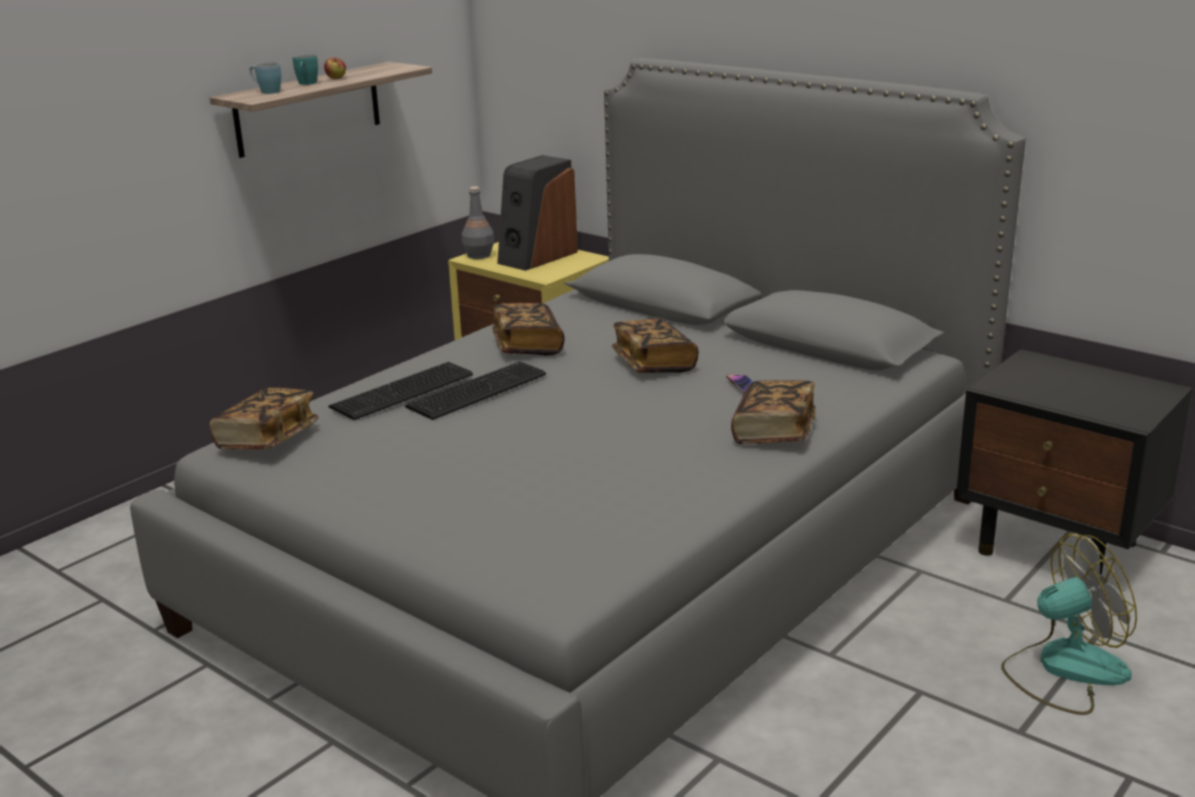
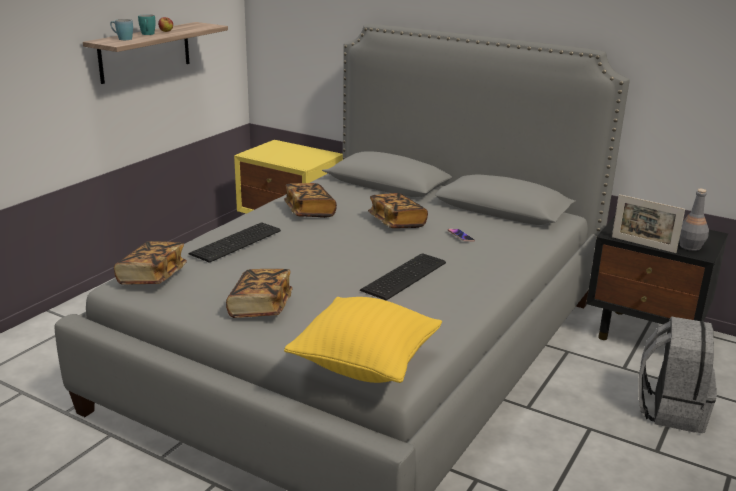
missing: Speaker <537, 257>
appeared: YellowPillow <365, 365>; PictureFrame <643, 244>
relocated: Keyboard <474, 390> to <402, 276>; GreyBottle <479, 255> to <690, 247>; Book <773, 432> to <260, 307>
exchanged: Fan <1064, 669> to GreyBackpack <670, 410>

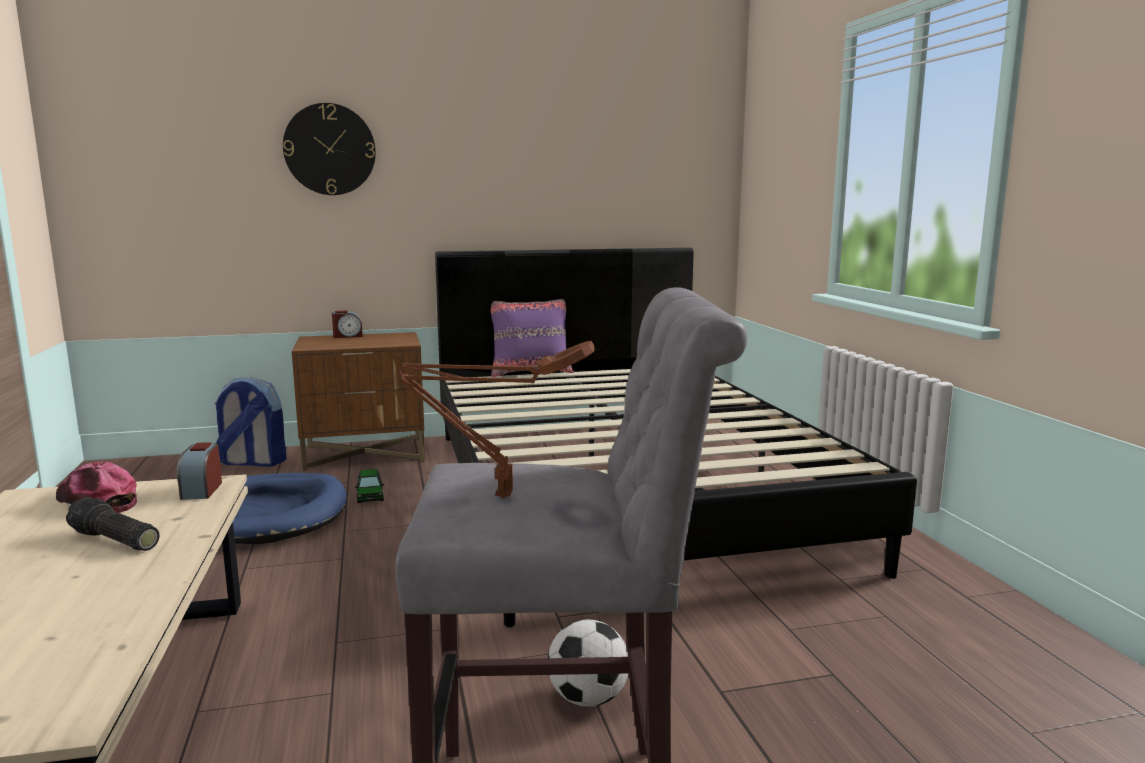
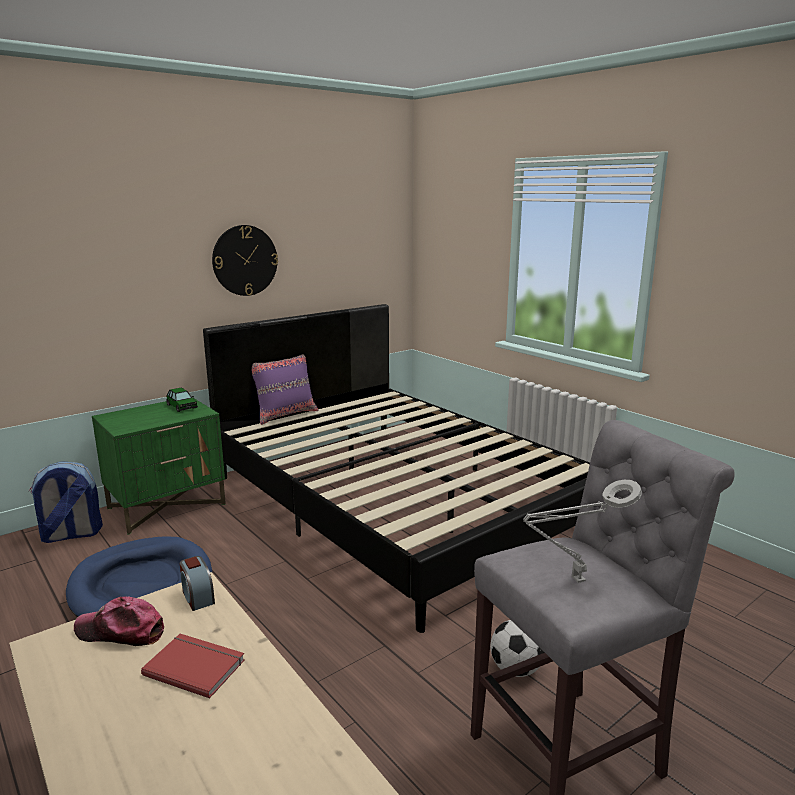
missing: AlarmClock <348, 336>
relocated: WallClock <329, 149> to <245, 260>; ToyCar <370, 496> to <182, 406>
exchanged: Flashlight <113, 541> to RedBook <195, 666>
colour: BrownNightstand <365, 454> to GreenNightstand <167, 506>; BrownTableLamp <497, 495> to GreyTableLamp <574, 581>

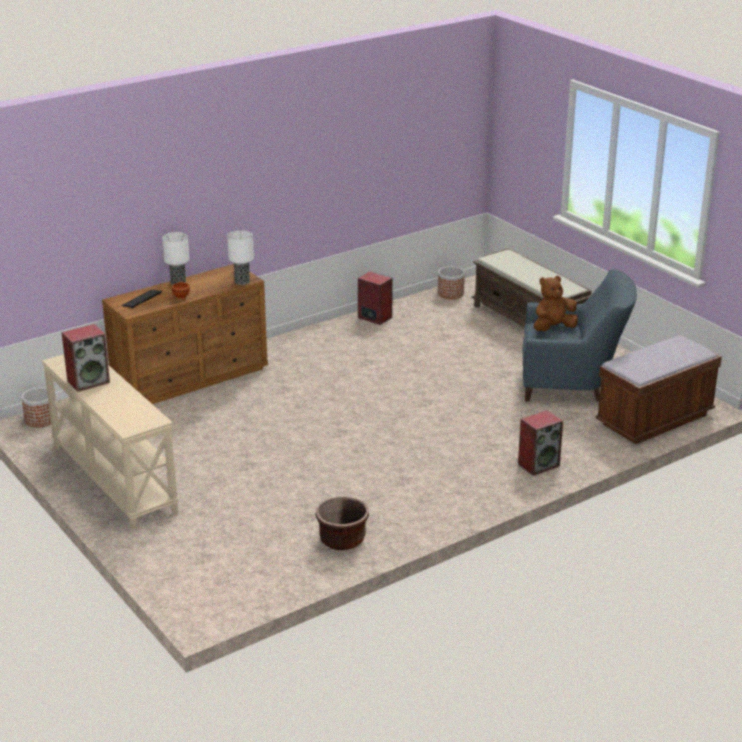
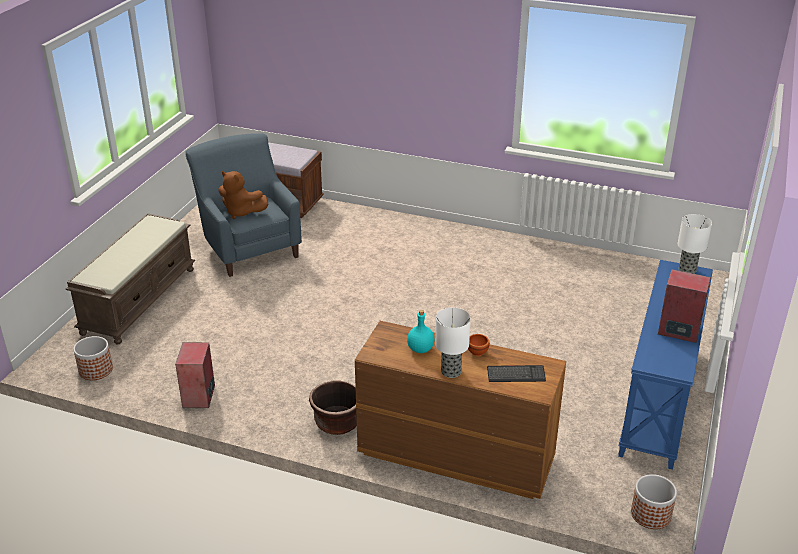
missing: Speaker <538, 464>
appeared: TurquoiseBottle <421, 349>
relocated: TableLamp <241, 282> to <687, 270>; BrownPlanter <342, 540> to <337, 423>
colour: BeigeConsoleTable <112, 479> to BlueConsoleTable <659, 401>

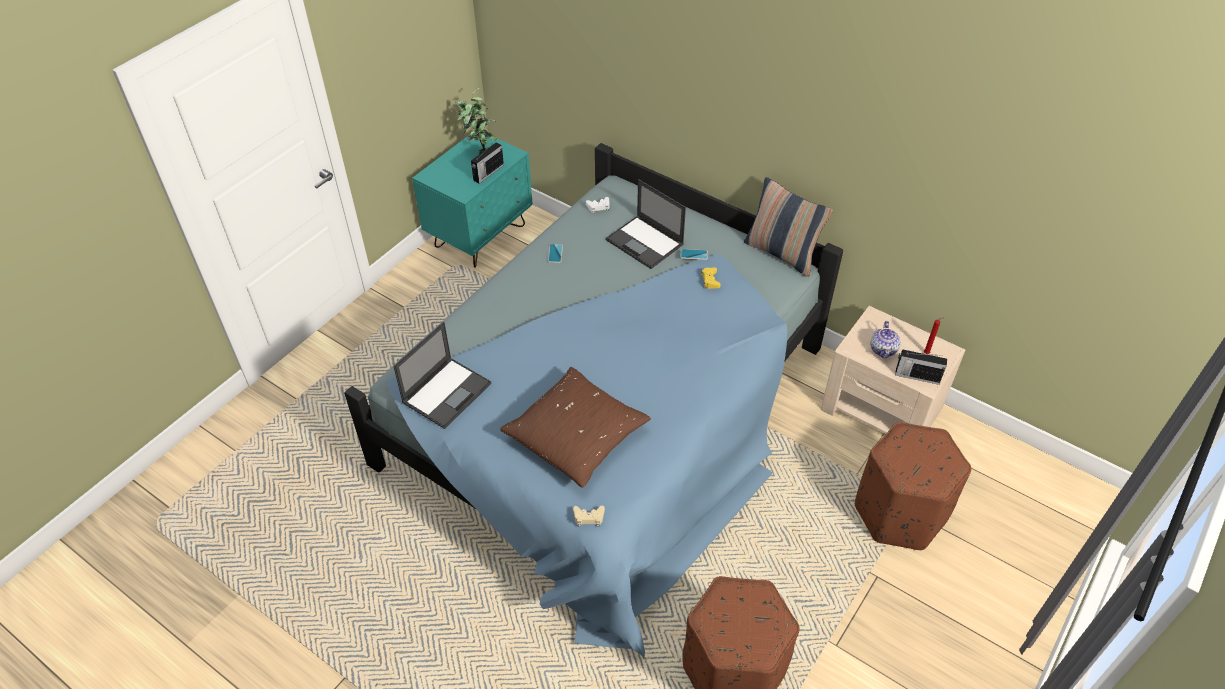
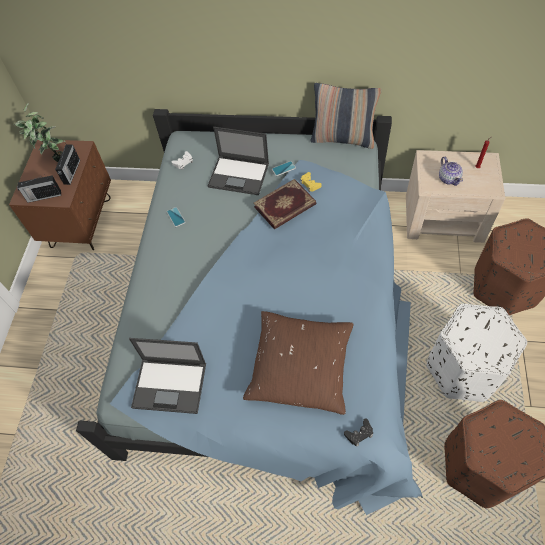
appeared: Book <285, 206>; WhiteOttoman <464, 369>
relocated: Radio <916, 376> to <43, 196>
colour: TurquoiseNightstand <480, 236> to BrownNightstand <81, 222>; BeigeGameController <588, 517> to BlackGameController <359, 434>
spun: Laptop <447, 392> = <171, 385> 90 degrees clockwise

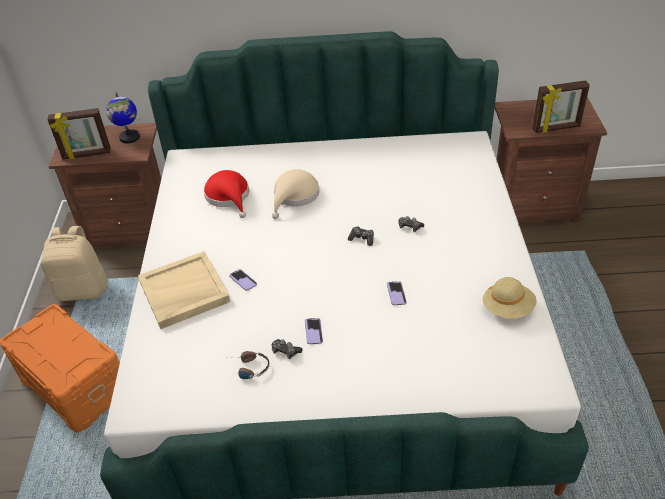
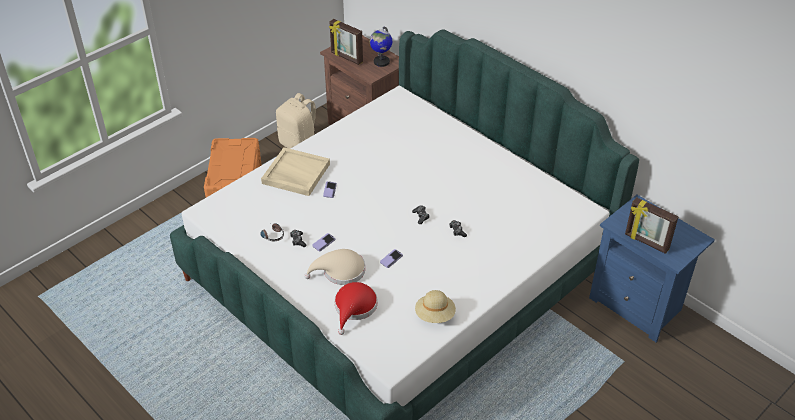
relocated: RedHat <229, 196> to <354, 308>; BeigeHat <295, 196> to <340, 272>
colour: BrownNightstand <532, 206> to BlueNightstand <638, 305>

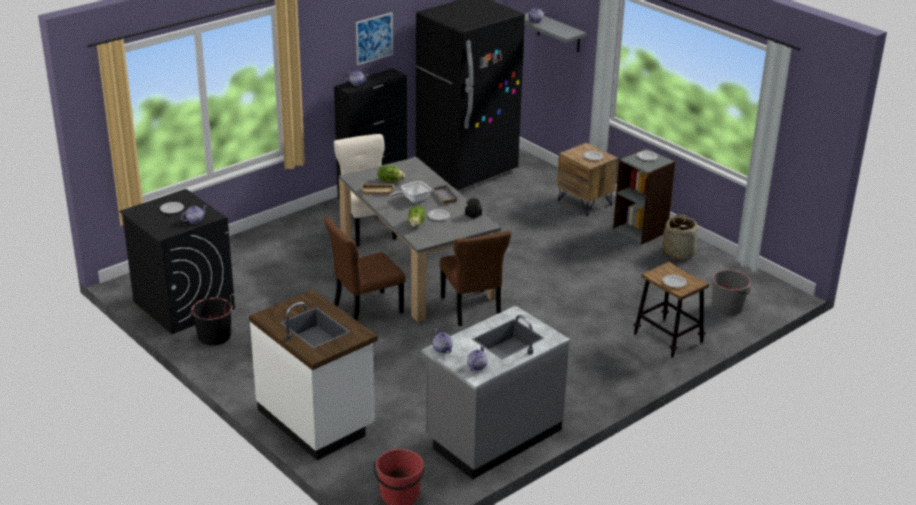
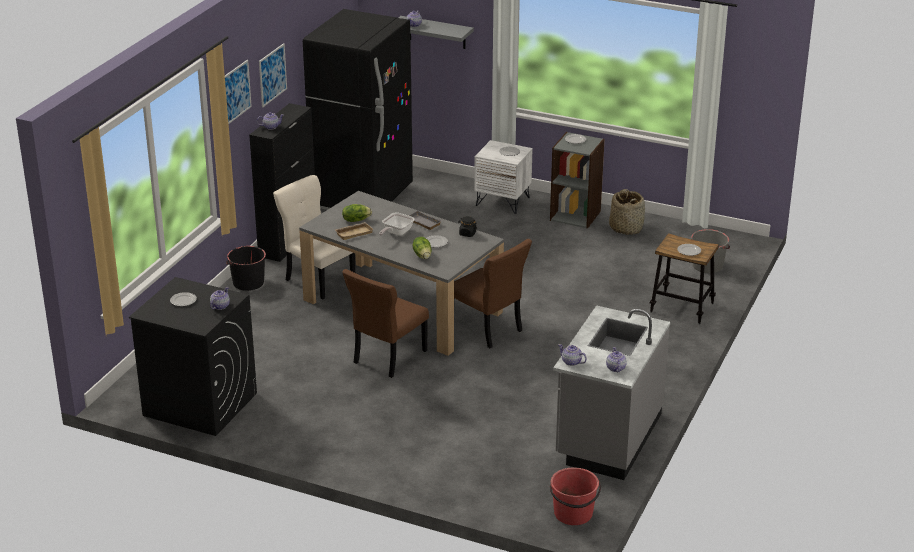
missing: WhiteCounter <317, 419>
appeared: Picture <235, 92>
relocated: BlackBucket <214, 336> to <248, 282>
colour: BrownNightstand <585, 203> to WhiteNightstand <503, 201>

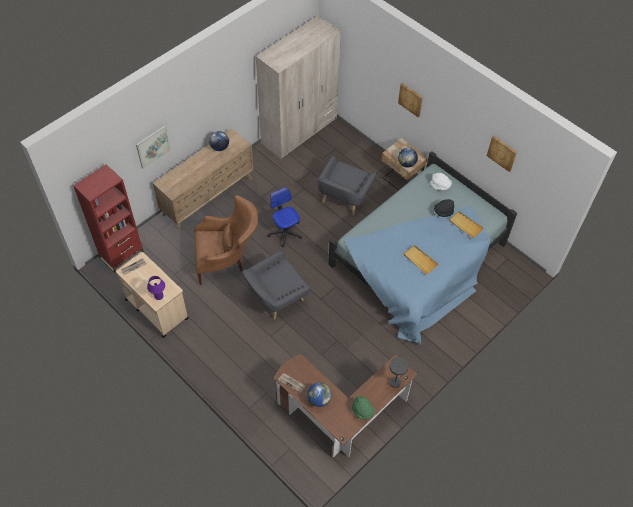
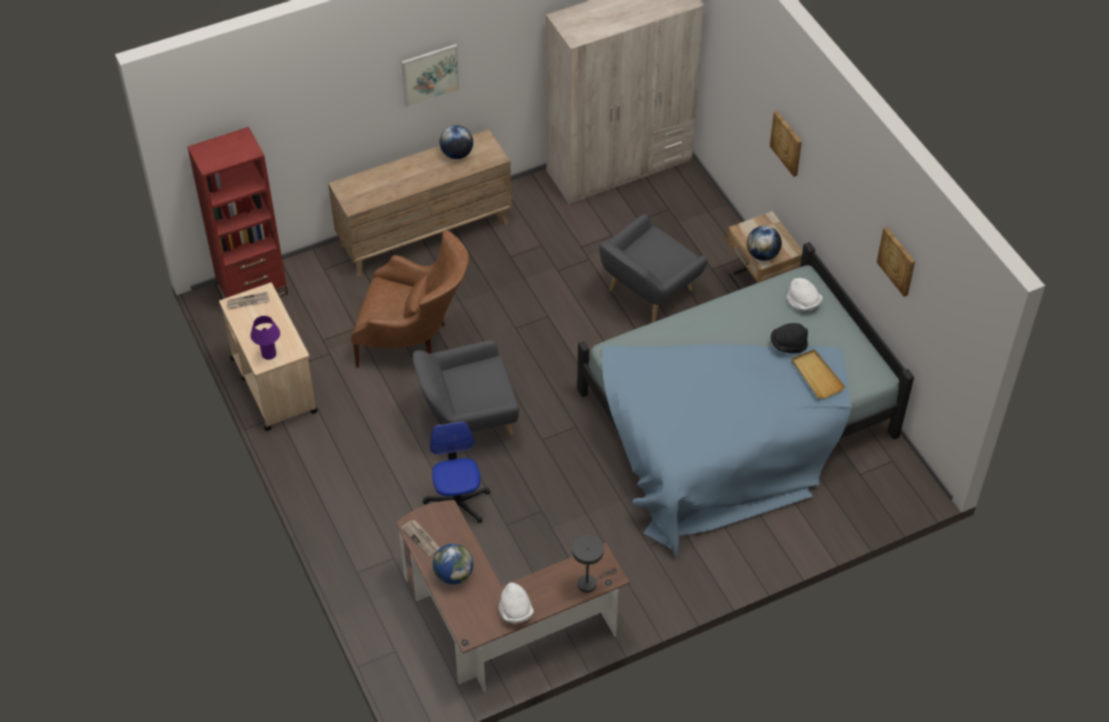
missing: BeigeTray <420, 260>
relocated: Picture <153, 146> to <430, 74>; OfficeChair <285, 232> to <457, 504>
colour: GreenHat <362, 411> to WhiteHat <515, 611>

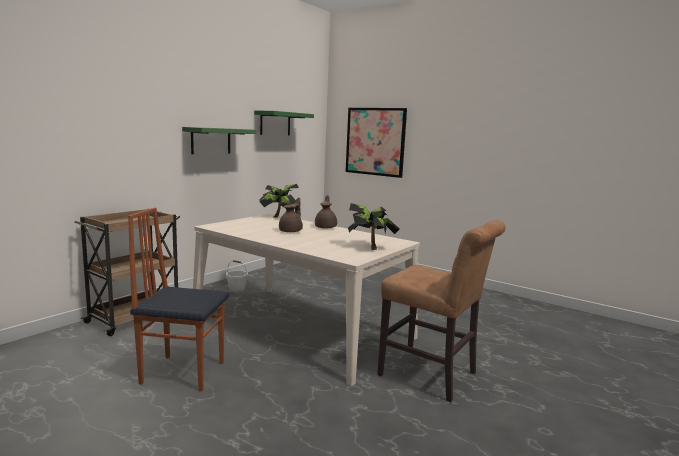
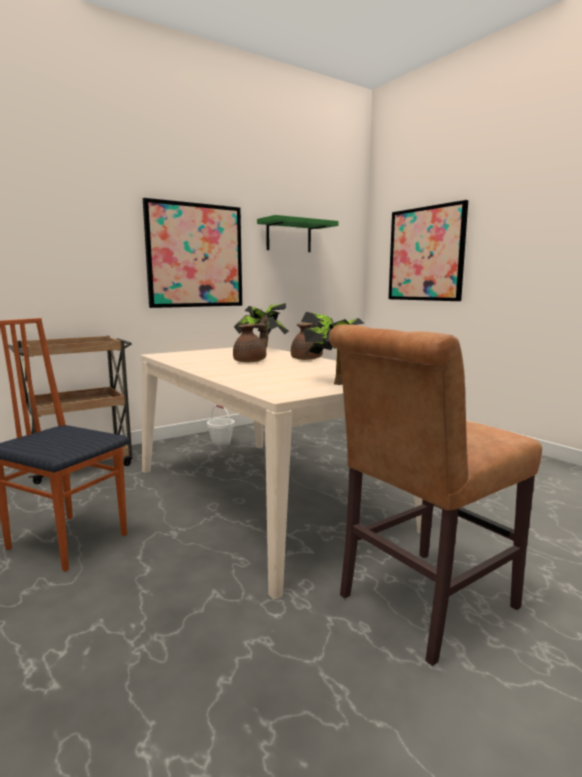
exchanged: GreenShelf <211, 140> to Picture <195, 256>
spun: BrownChair <432, 376> = <420, 605> 90 degrees clockwise

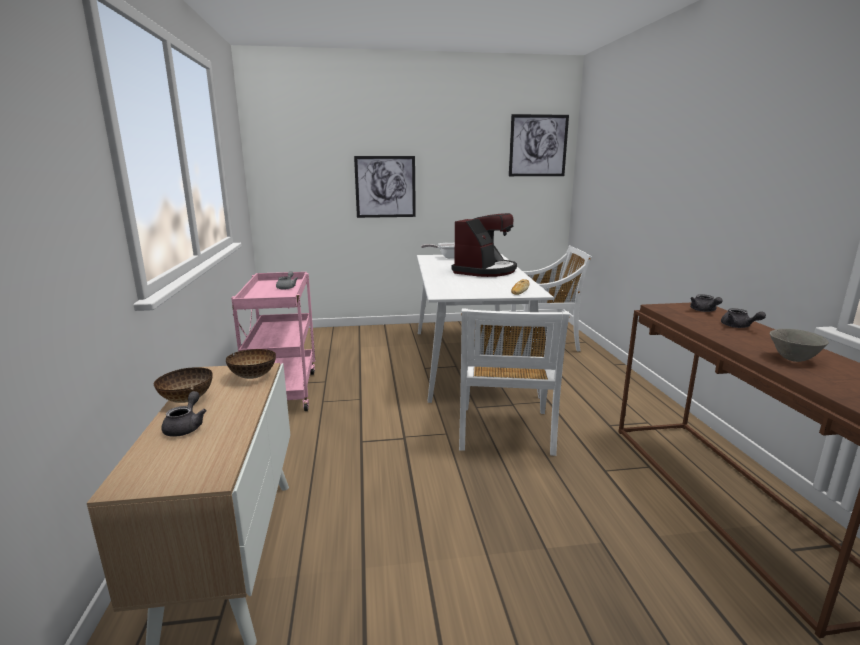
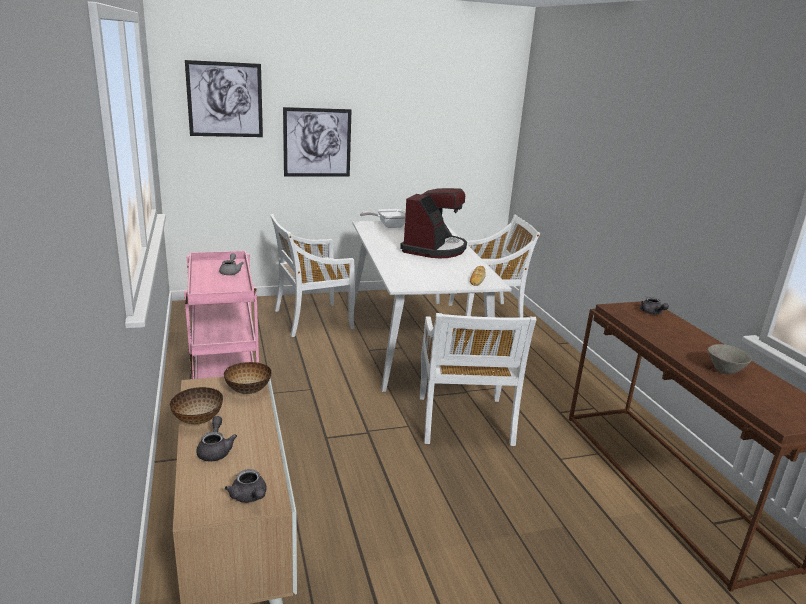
appeared: WhiteChair <311, 320>
relocated: Picture <538, 145> to <225, 99>; GreyTeapot <738, 326> to <249, 497>

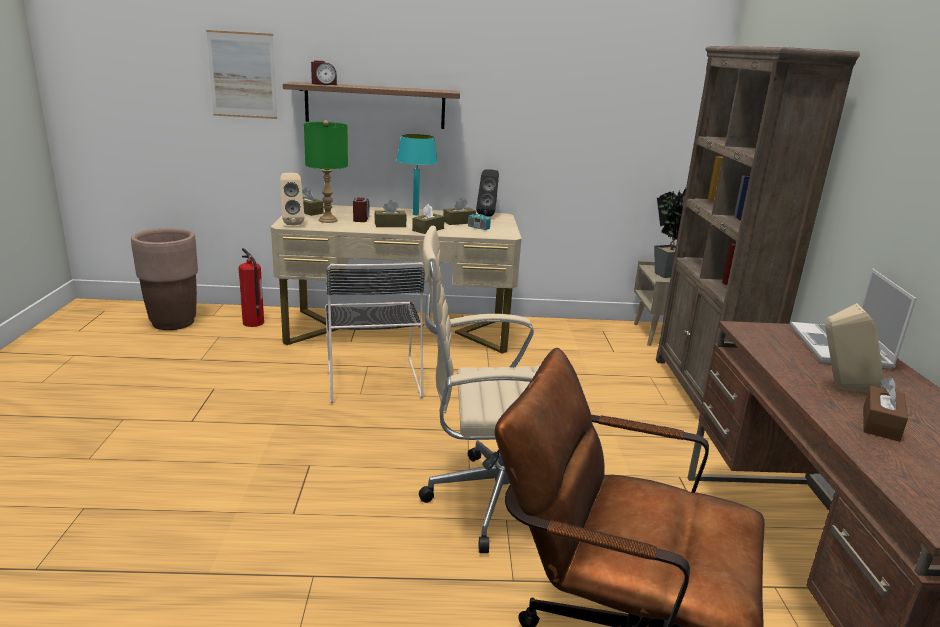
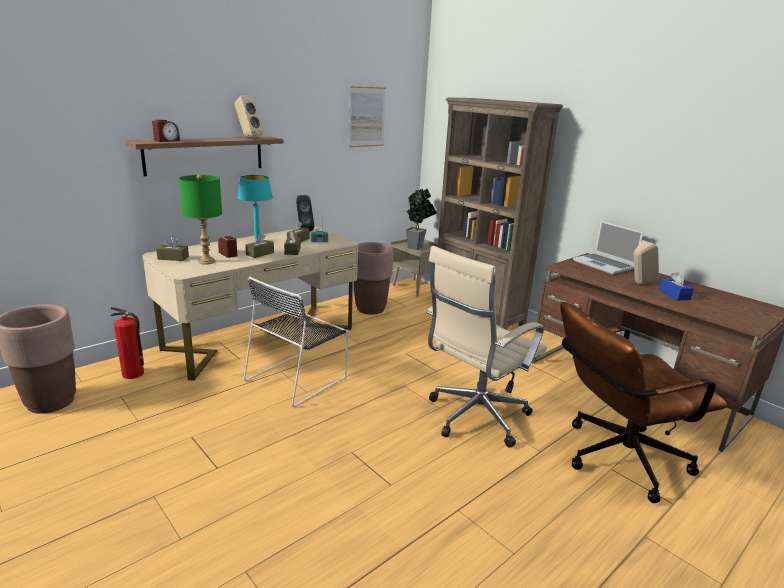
appeared: BrownPlanter <370, 309>
relocated: Picture <242, 75> to <366, 117>; BeigeSpeaker <292, 223> to <248, 137>
colour: BrownTissueBox <880, 423> to BlueTissueBox <674, 294>
spun: BlackChair <373, 378> = <298, 378> 90 degrees clockwise

